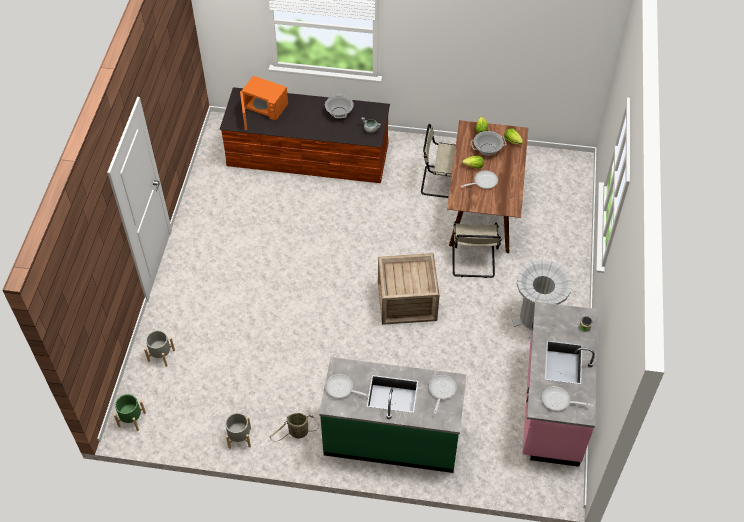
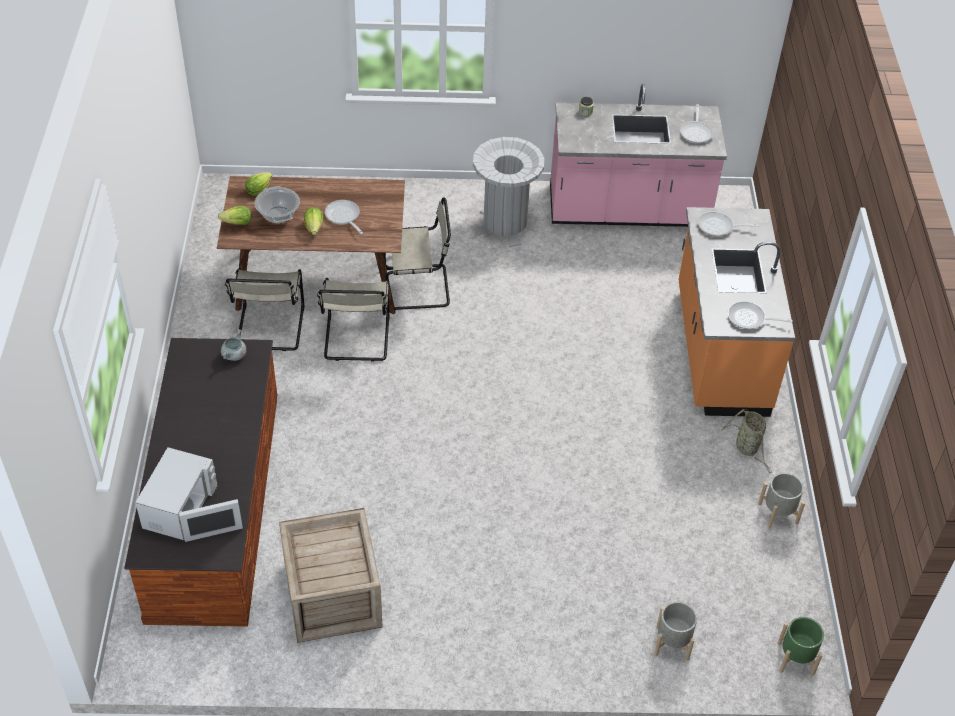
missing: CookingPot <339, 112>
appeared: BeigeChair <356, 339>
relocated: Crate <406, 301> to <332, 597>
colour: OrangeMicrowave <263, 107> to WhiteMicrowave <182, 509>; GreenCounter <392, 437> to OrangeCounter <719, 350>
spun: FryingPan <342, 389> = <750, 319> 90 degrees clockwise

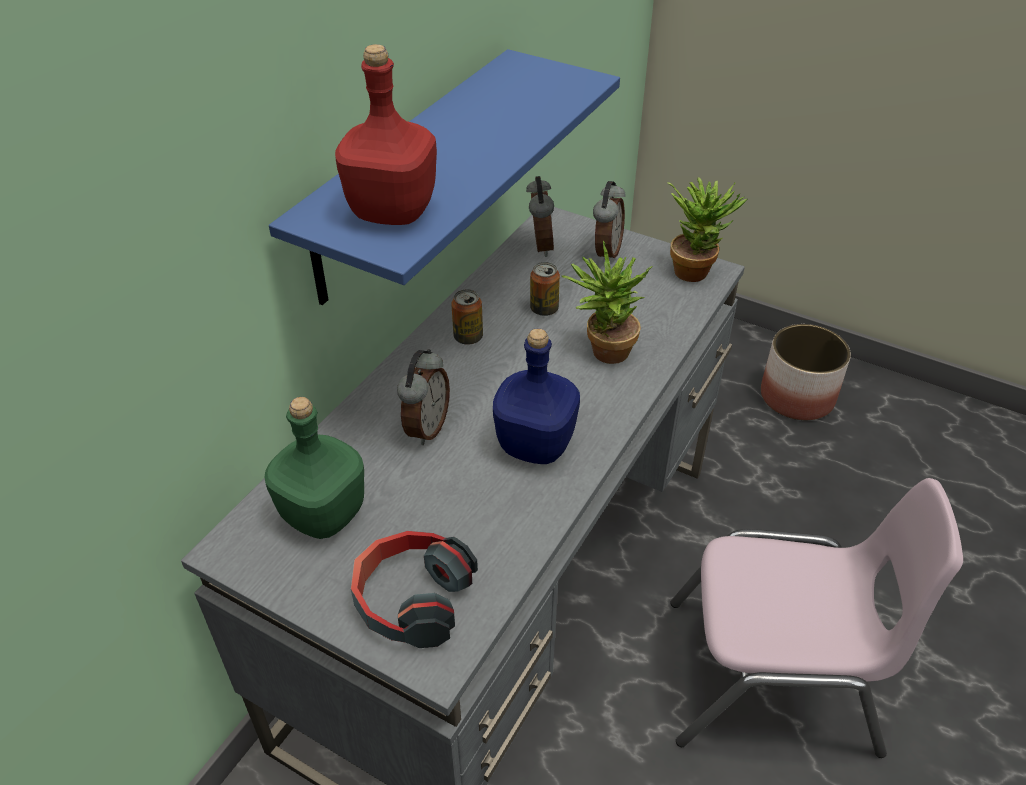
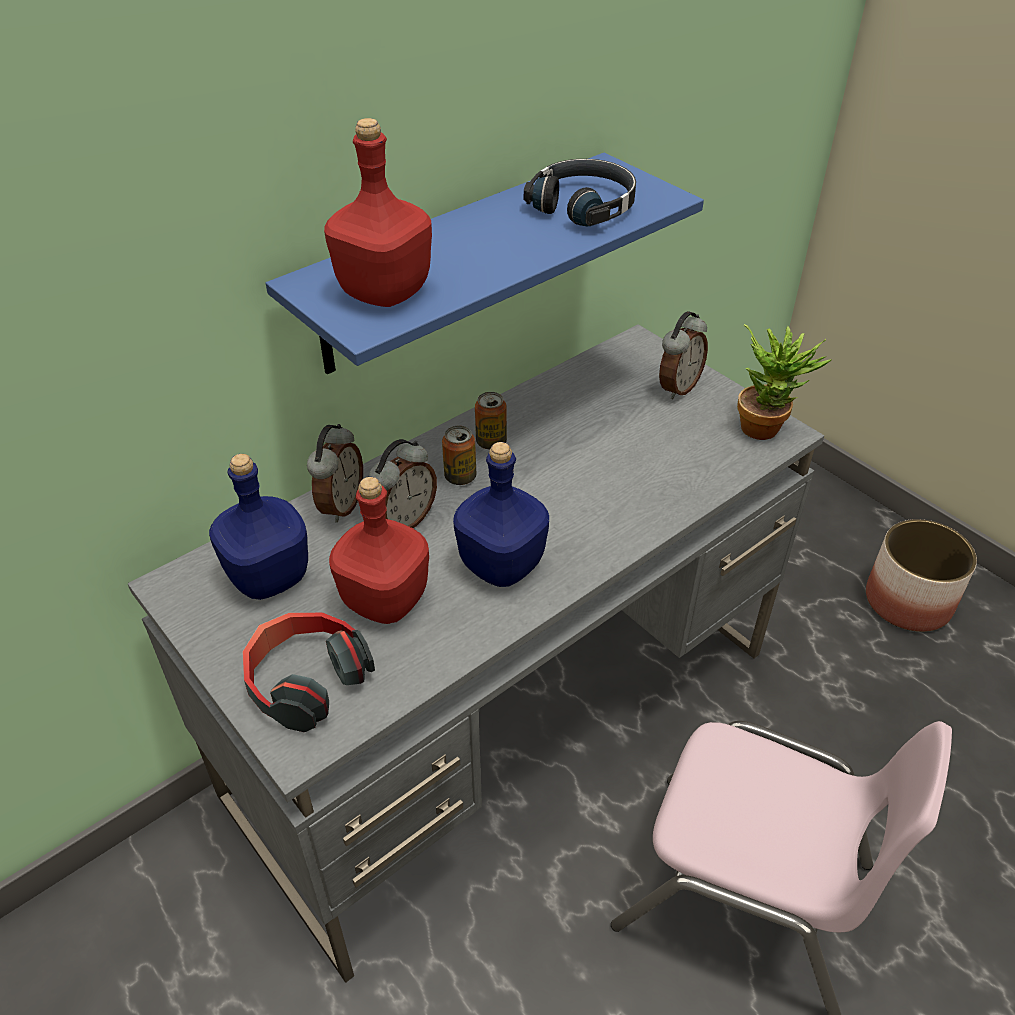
missing: PottedPlant <602, 351>
appeared: RedBottle <383, 600>; BlackHeadphones <584, 205>
relocated: AlarmClock <539, 246> to <340, 505>; Can <544, 309> to <460, 477>
colour: GreenBottle <322, 515> to BlueBottle <267, 578>

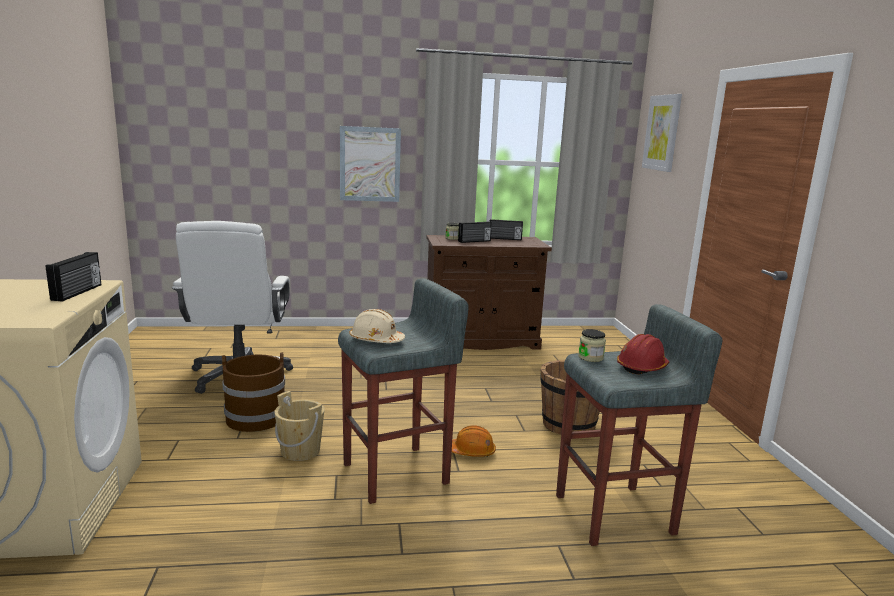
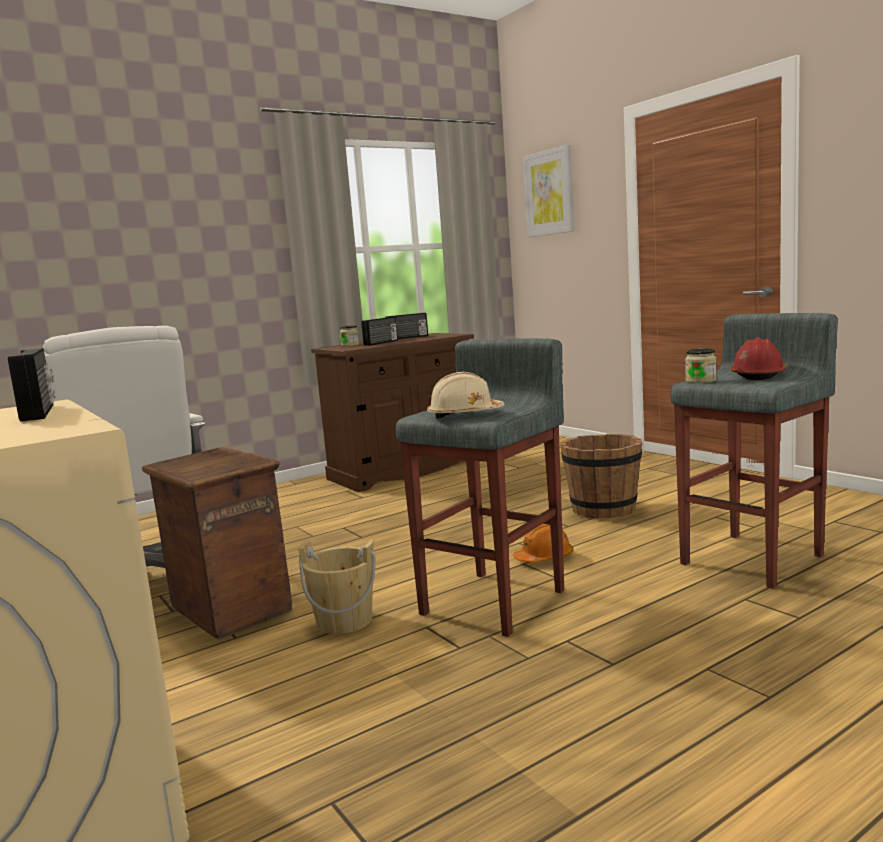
missing: Picture <370, 164>
exchanged: BrownBucket <256, 417> to Crate <230, 610>

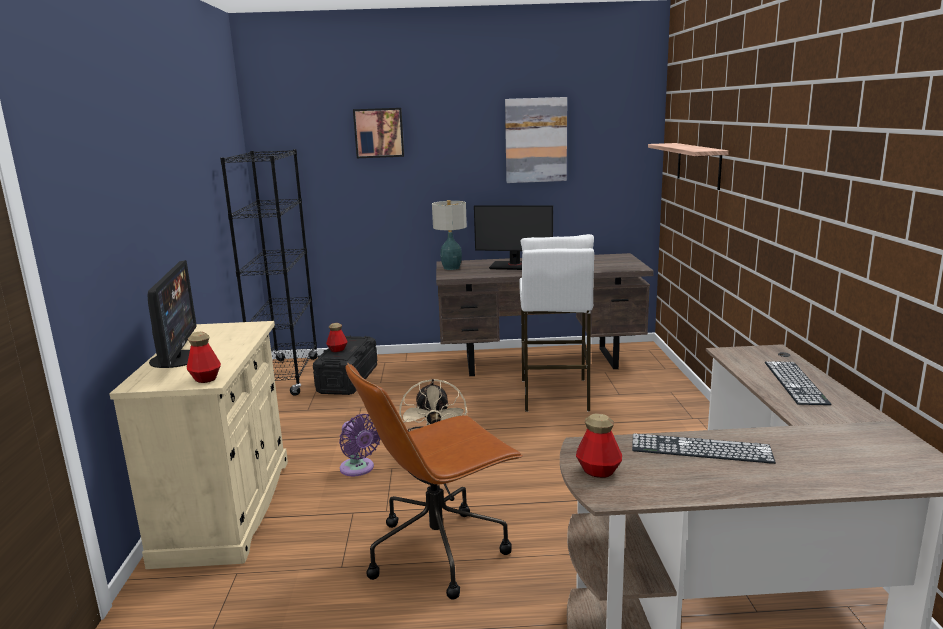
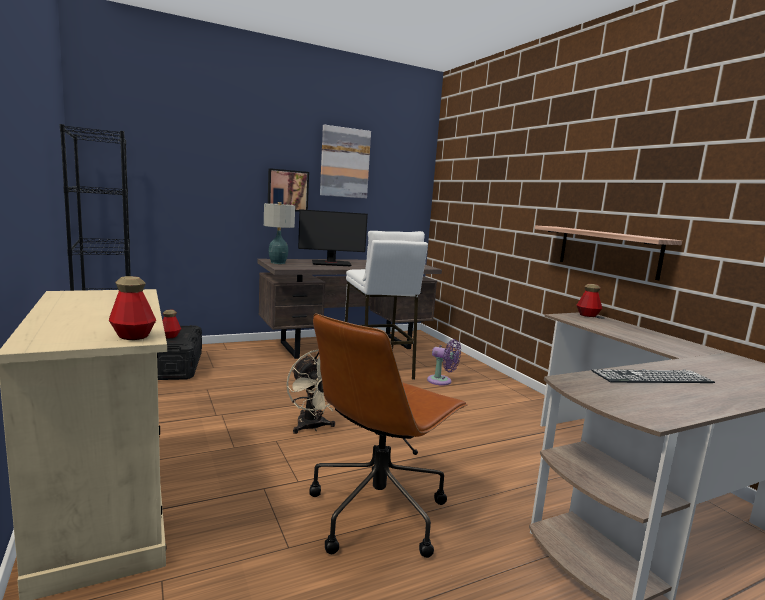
missing: Monitor <178, 359>; Keyboard <795, 382>
relocated: PurpleFan <358, 469> to <442, 381>; Picture <379, 133> to <287, 190>; Bottle <598, 471> to <587, 315>; Shelf <698, 165> to <608, 251>

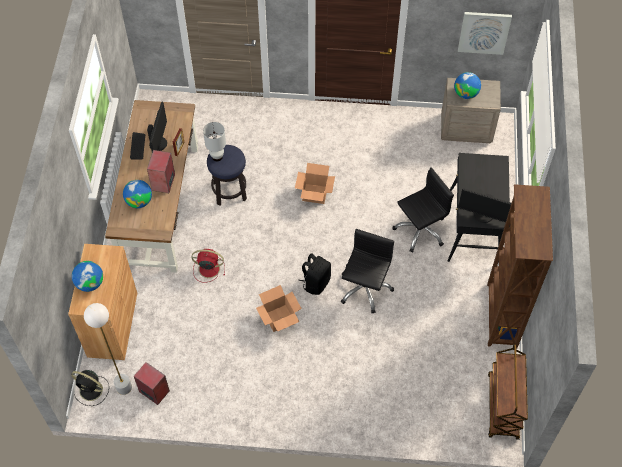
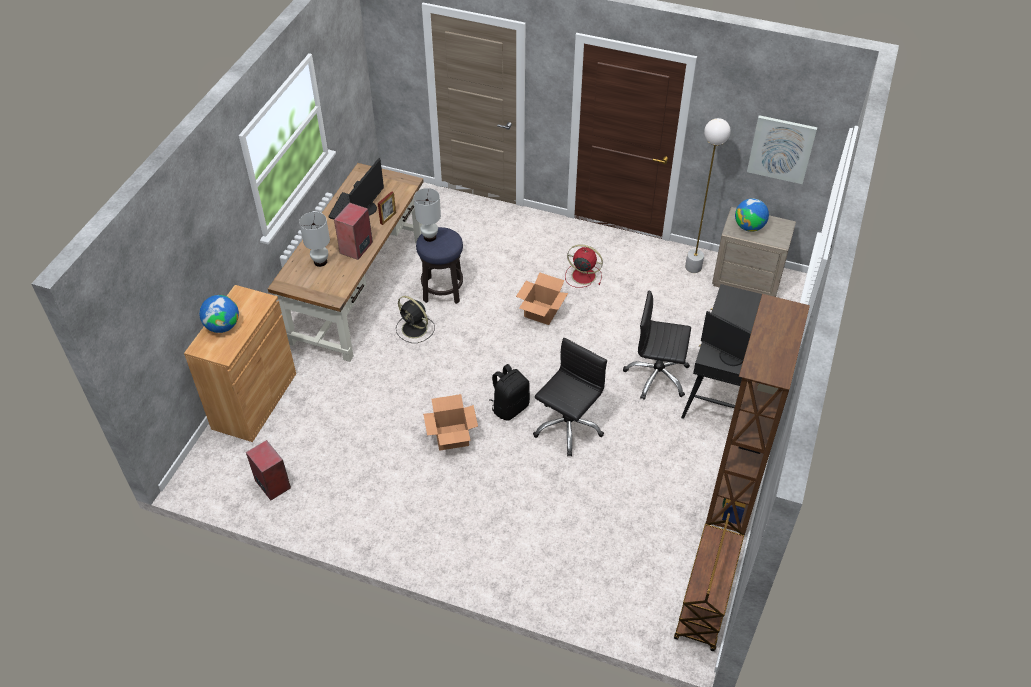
relocated: BlackFan <92, 390> to <415, 329>; WhiteFloorLamp <124, 387> to <693, 267>; RedFan <208, 268> to <582, 275>
exchanged: Globe <139, 201> to WhiteTableLamp <321, 261>
spun: BlackOfficeChair <420, 230> = <657, 376> 150 degrees counterclockwise

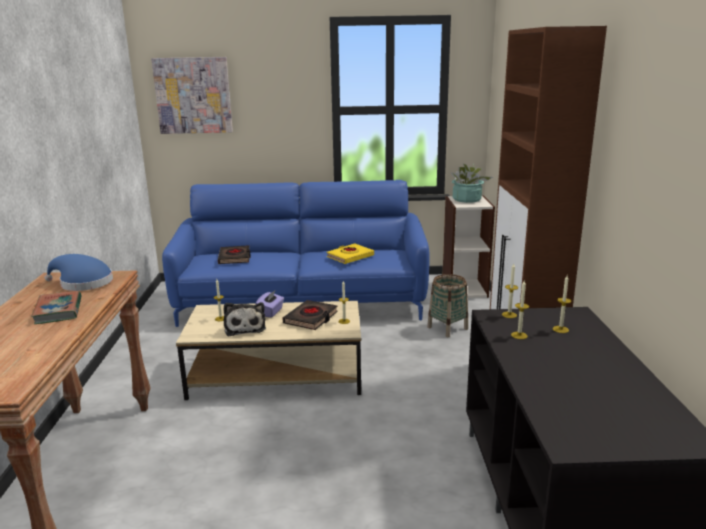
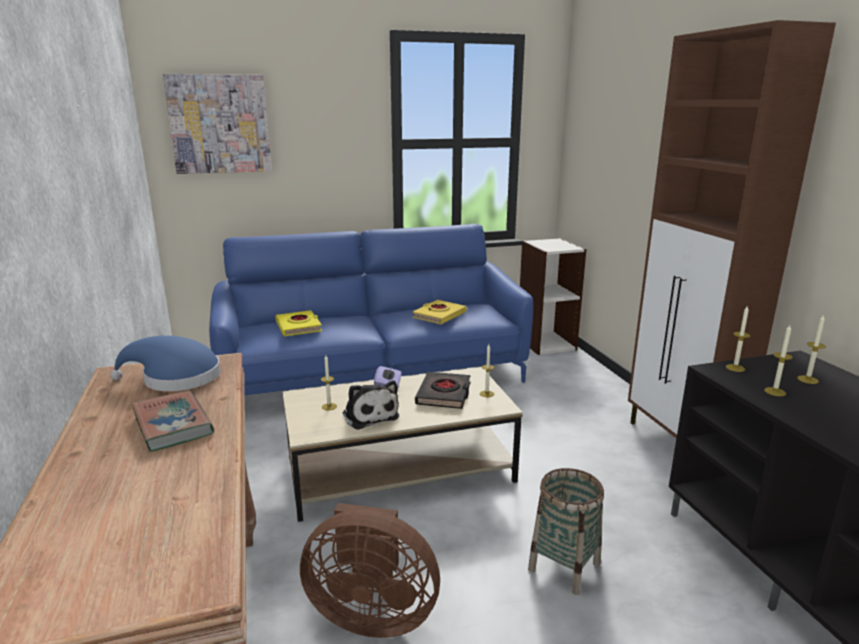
missing: PottedPlant <466, 199>
appeared: BrownFan <371, 613>
relocated: Basket <447, 328> to <564, 566>
colour: BlackBook <235, 258> to YellowBook <298, 327>

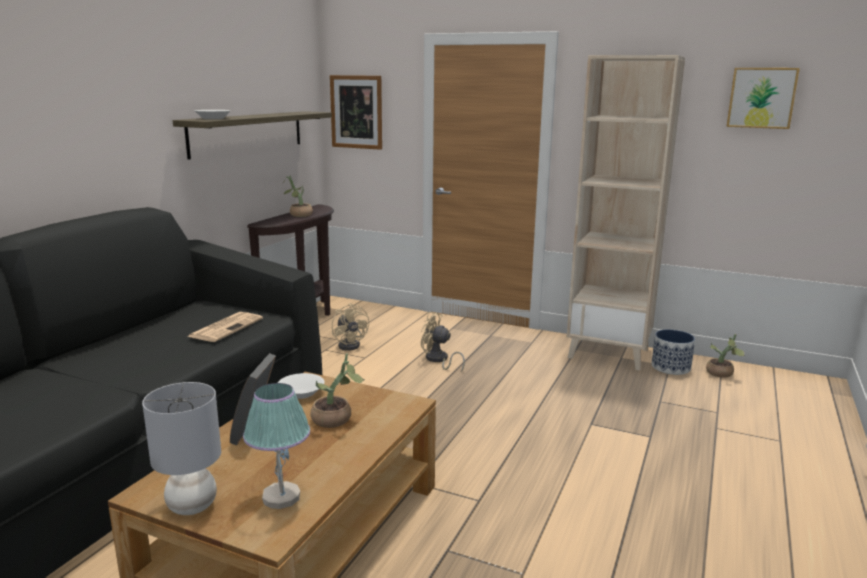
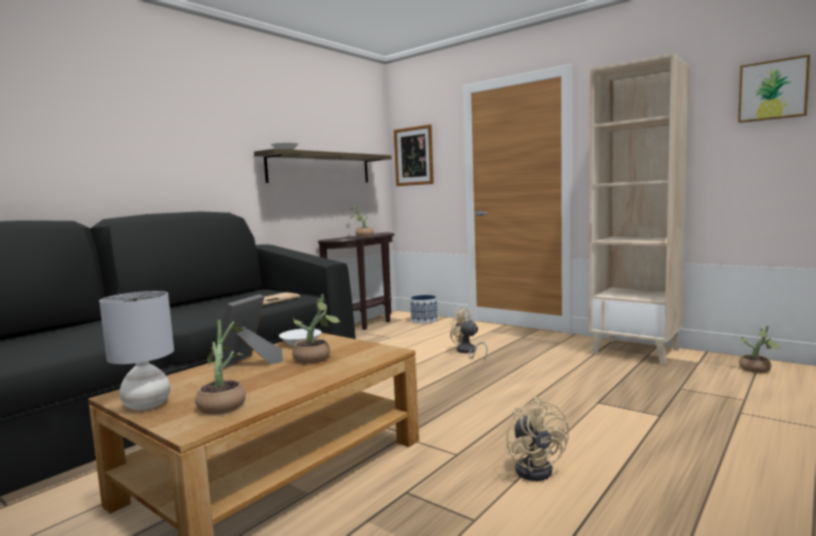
relocated: BeigeFan <351, 345> to <536, 468>; Planter <671, 367> to <424, 320>
exchanged: TableLamp <280, 497> to PottedPlant <224, 404>

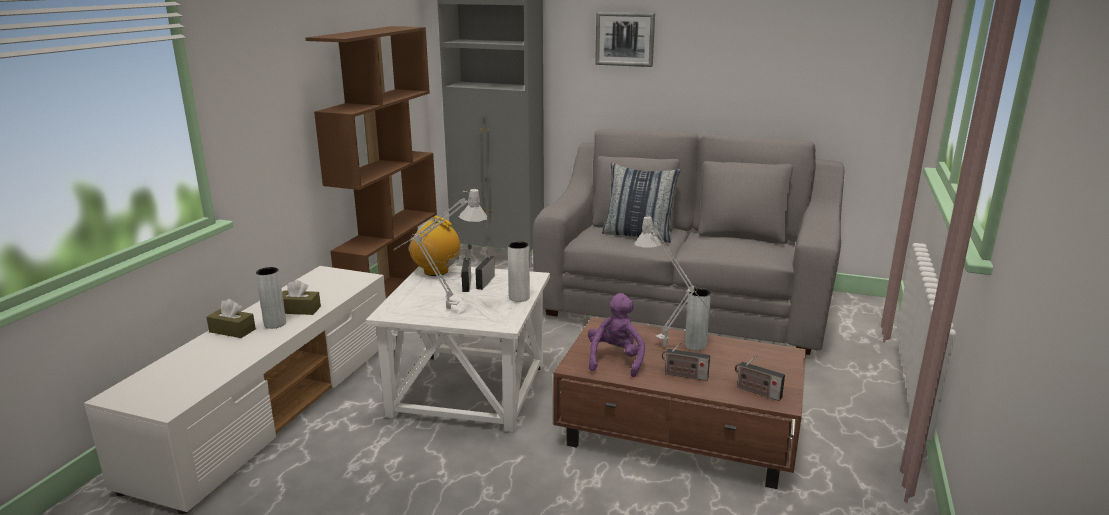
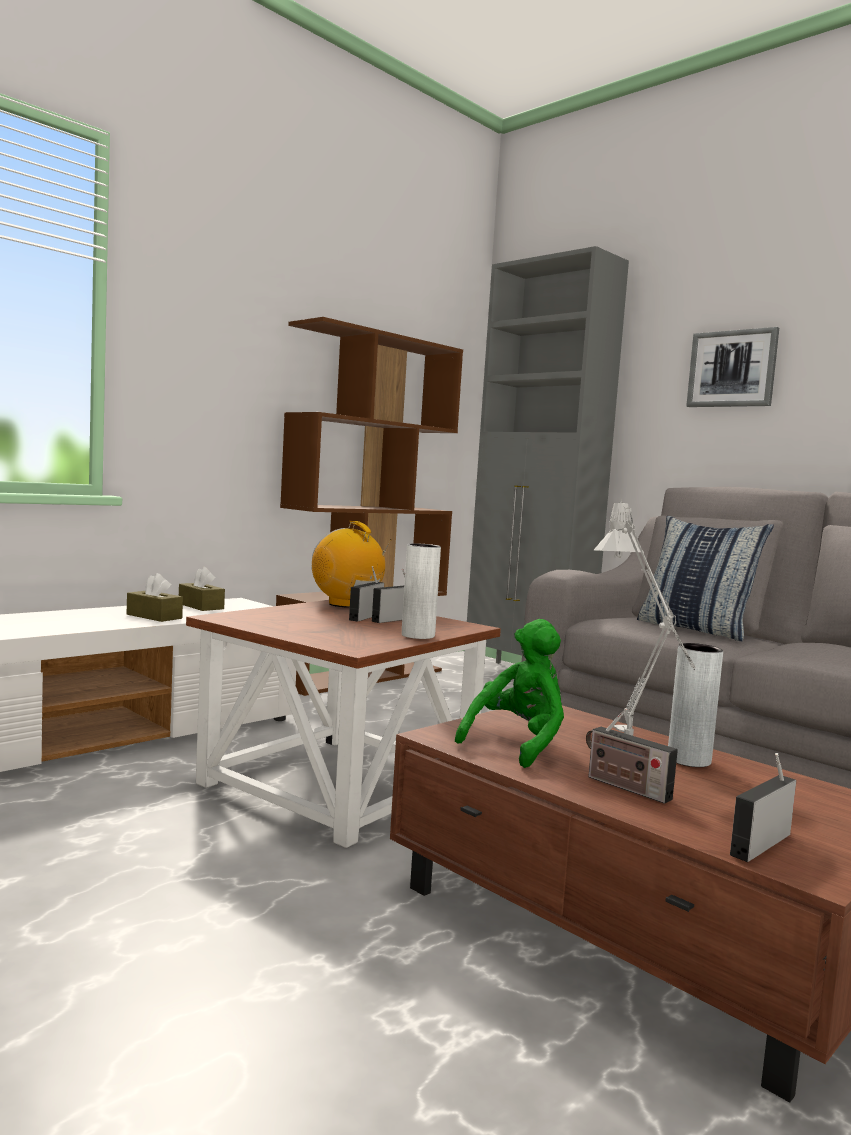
missing: GreyVase <275, 324>; GreyTableLamp <442, 309>
relocated: BrownTissueBox <232, 330> to <201, 606>
colour: WhiteSideTable <470, 391> to BrownSideTable <339, 786>; PurplePlushToy <615, 360> to GreenPlushToy <518, 744>
spun: Radio <756, 392> = <761, 843> 75 degrees clockwise

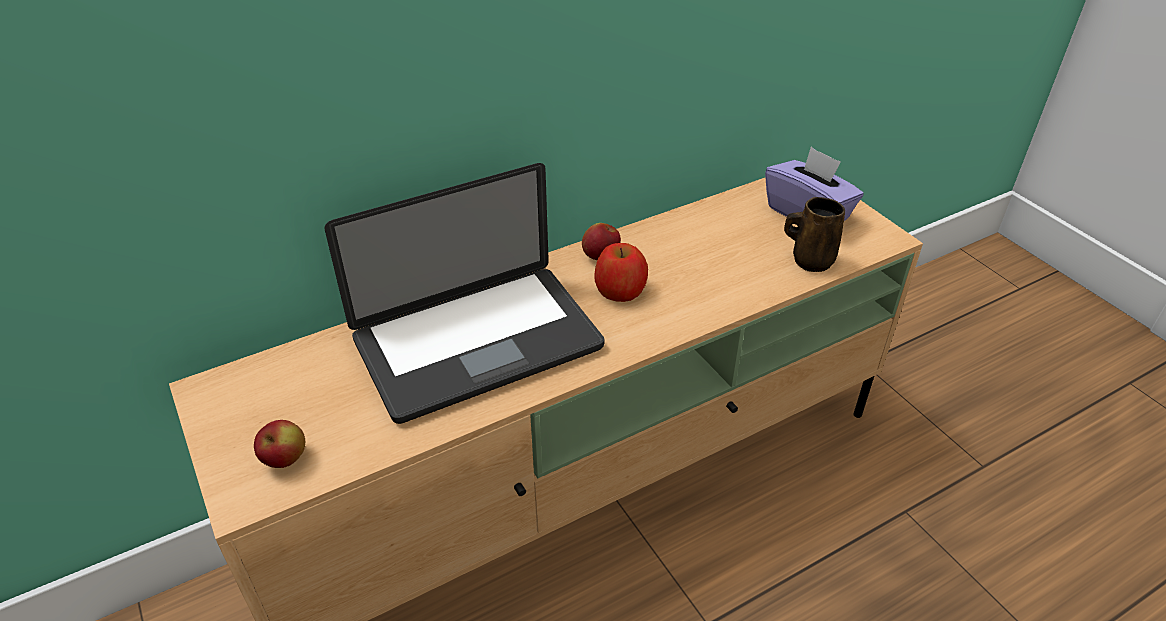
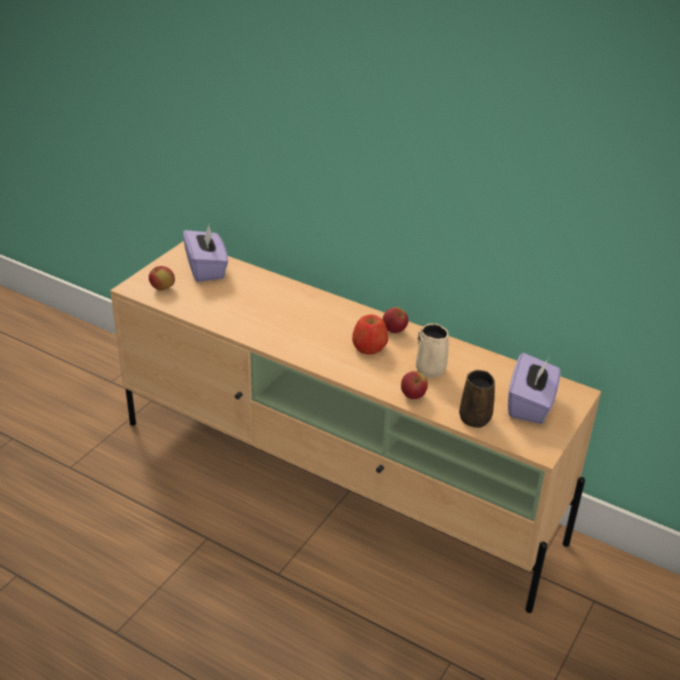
missing: Laptop <478, 344>
appeared: PurpleTissueBox <206, 269>; Apple <413, 396>; BeigeMug <429, 368>

